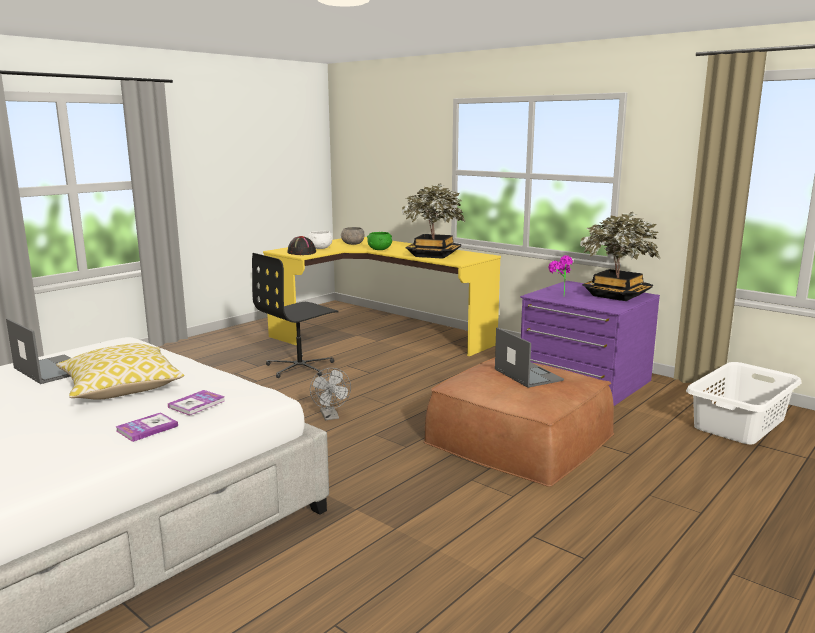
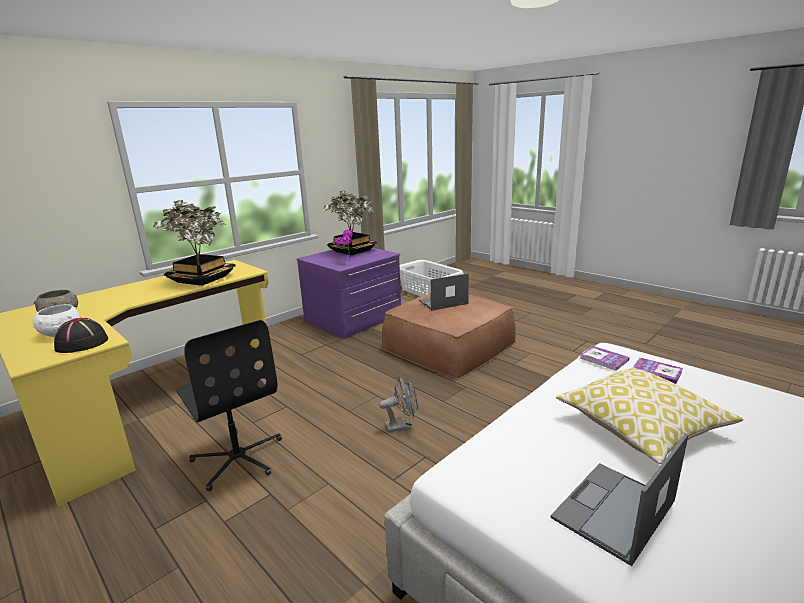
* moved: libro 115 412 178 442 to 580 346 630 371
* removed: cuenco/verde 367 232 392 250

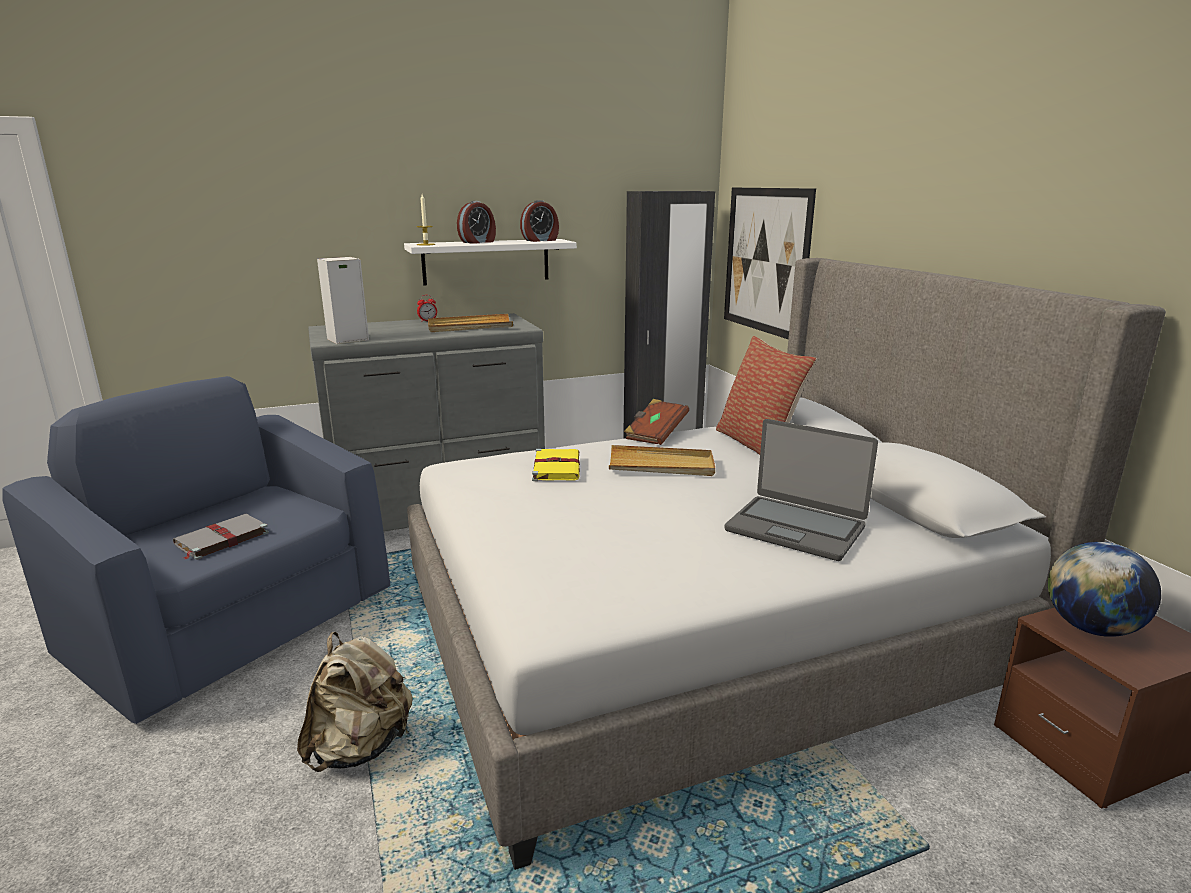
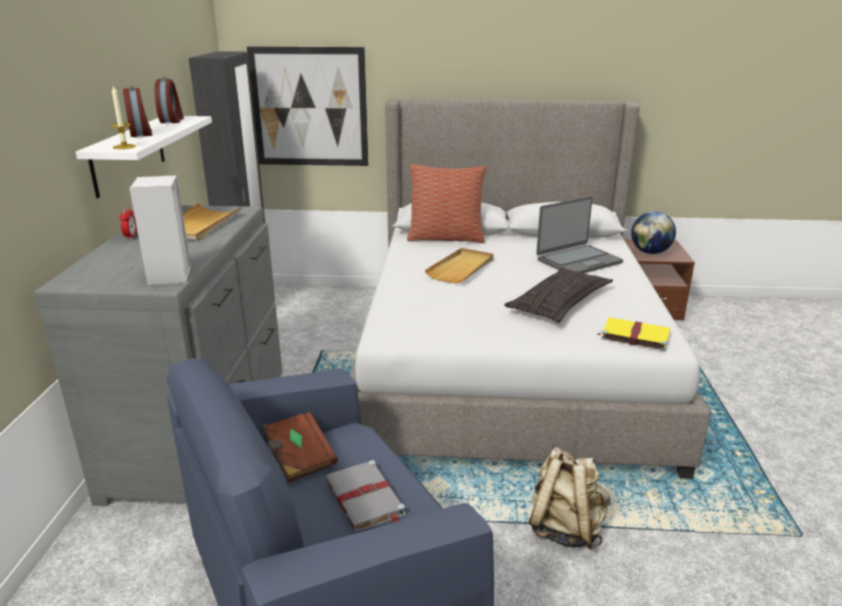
* moved: libro/amarillo 532 449 580 481 to 597 317 670 351
* moved: libro/marrón 624 399 689 445 to 263 412 338 482
* added: cojín 504 267 613 323

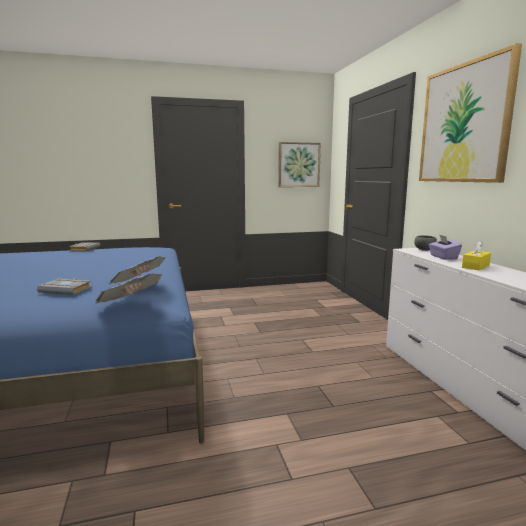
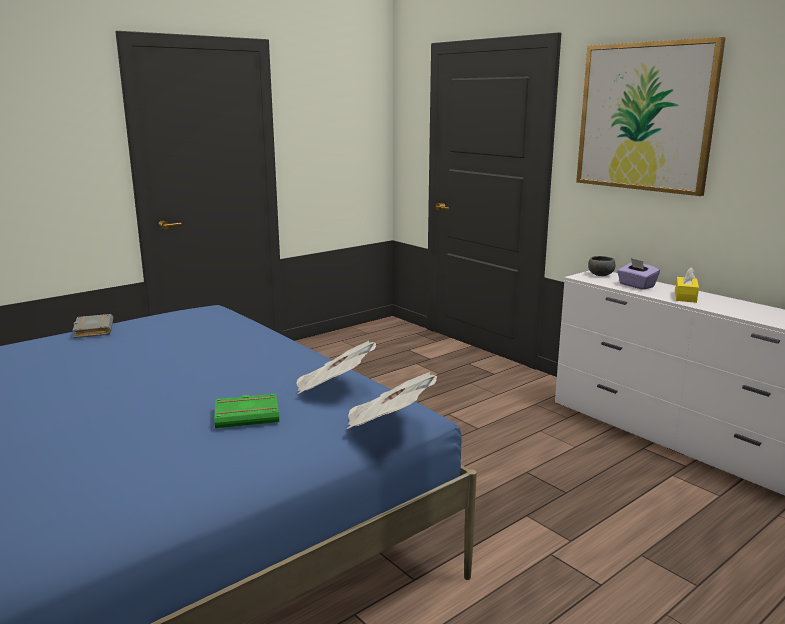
* recoloured: libro/gris 37 278 92 295 to libro/verde 214 394 279 428
* removed: cuadro 278 142 321 187

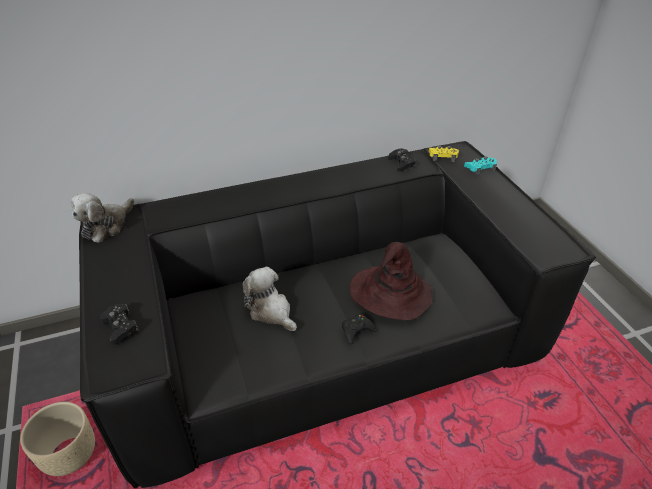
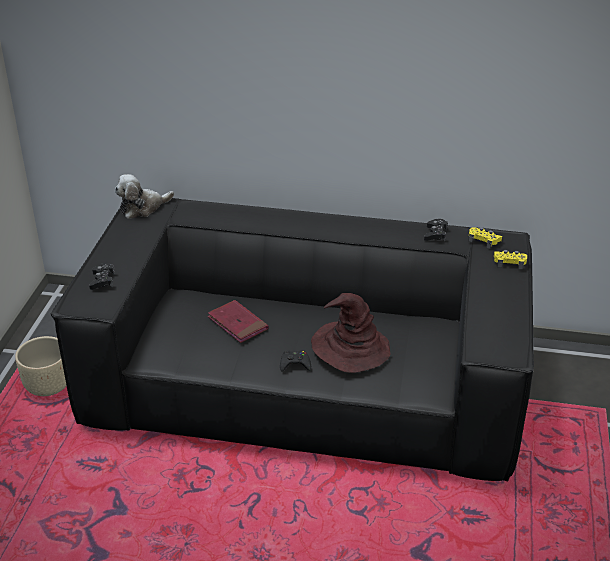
* replaced: peluche 243 267 297 331 to libro/rojo 208 300 268 343
* recoloured: mando de consola/turquesa 464 156 497 176 to mando de consola/amarillo 494 250 527 269

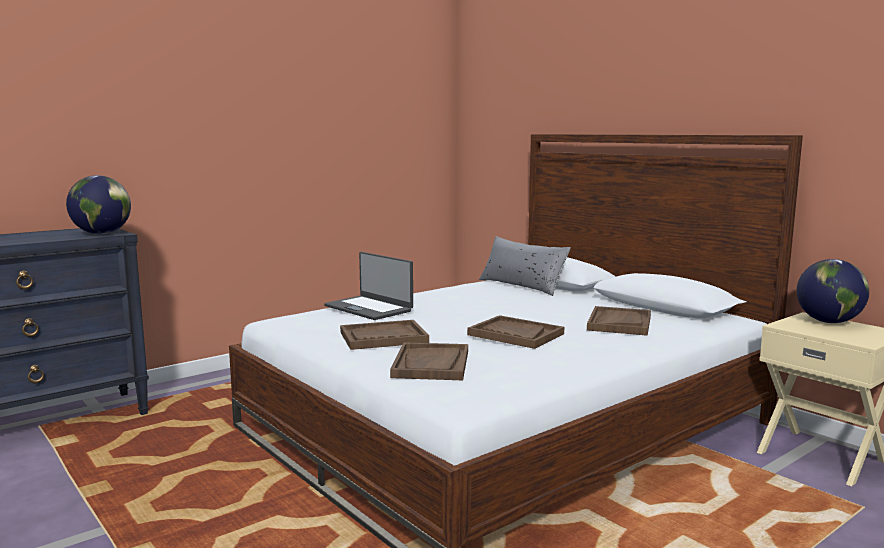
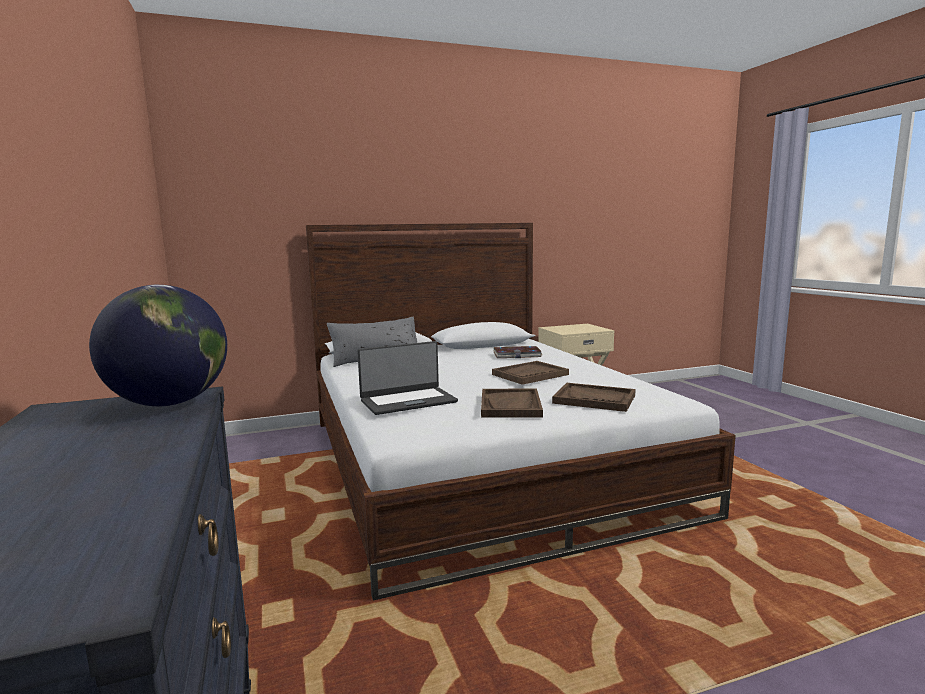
* replaced: bandeja/marrón 587 306 651 336 to libro 493 346 542 358
* removed: globo terráqueo 797 259 869 323

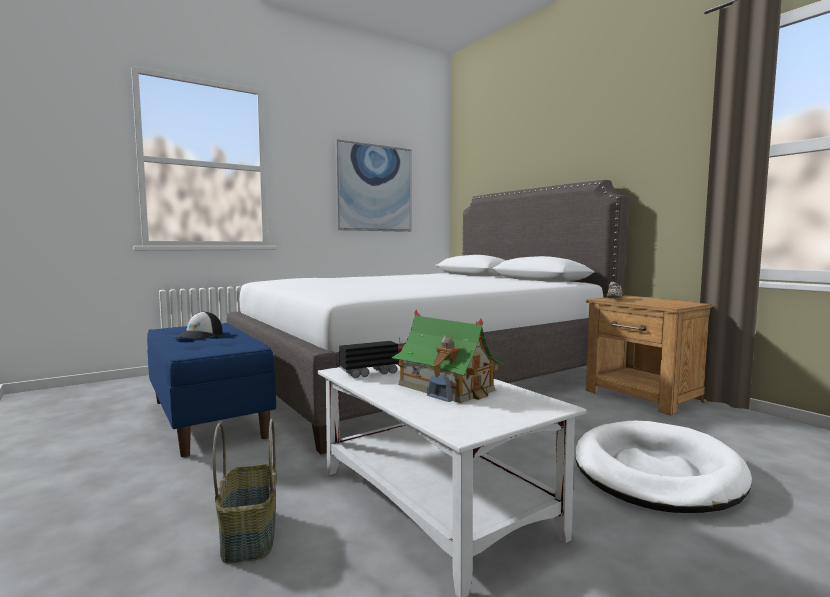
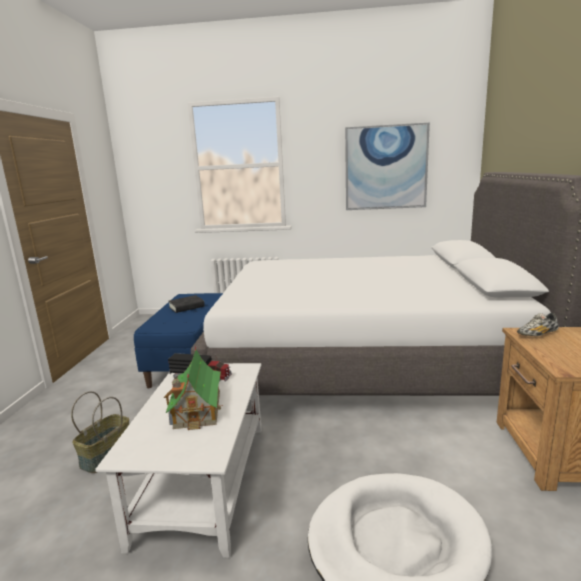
* replaced: gorra 173 311 223 339 to libro/negro 168 295 205 313

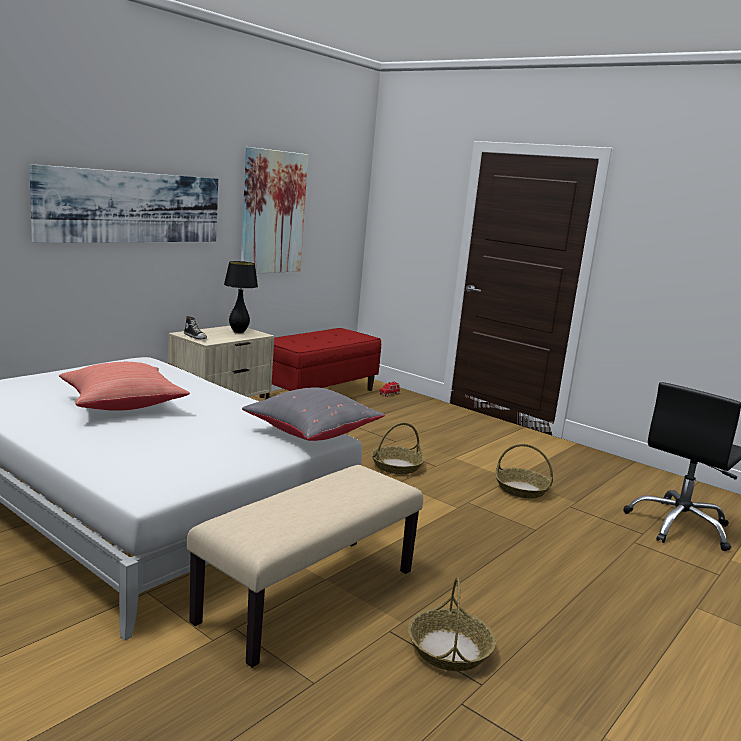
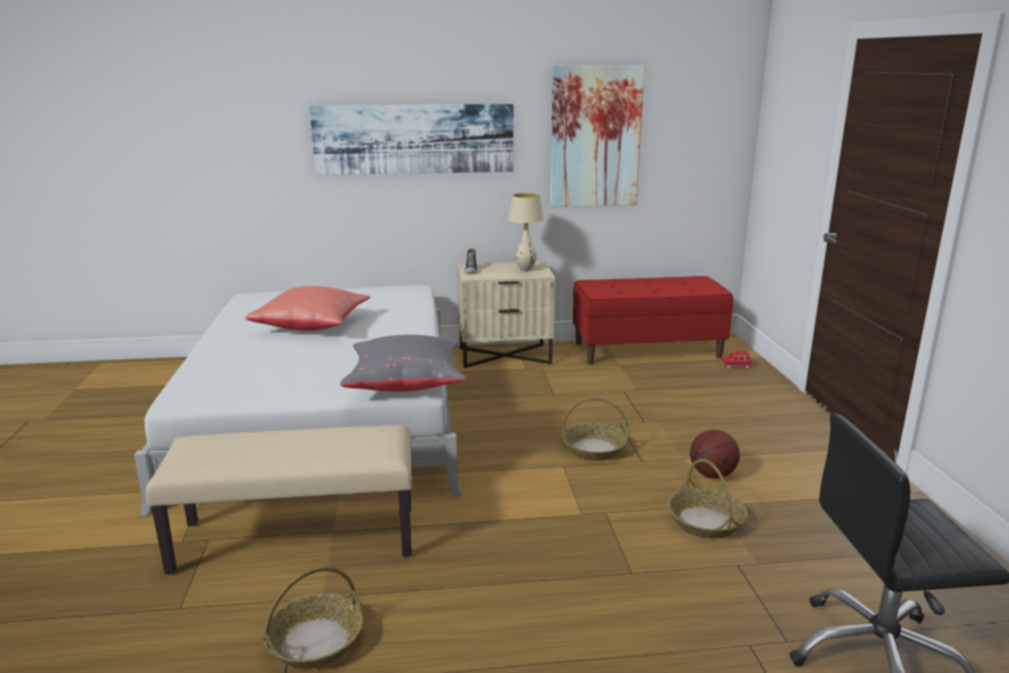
* recoloured: lámpara de mesa/negro 224 261 258 333 to lámpara de mesa/beis 508 193 544 271
* added: balón de baloncesto 690 430 740 478

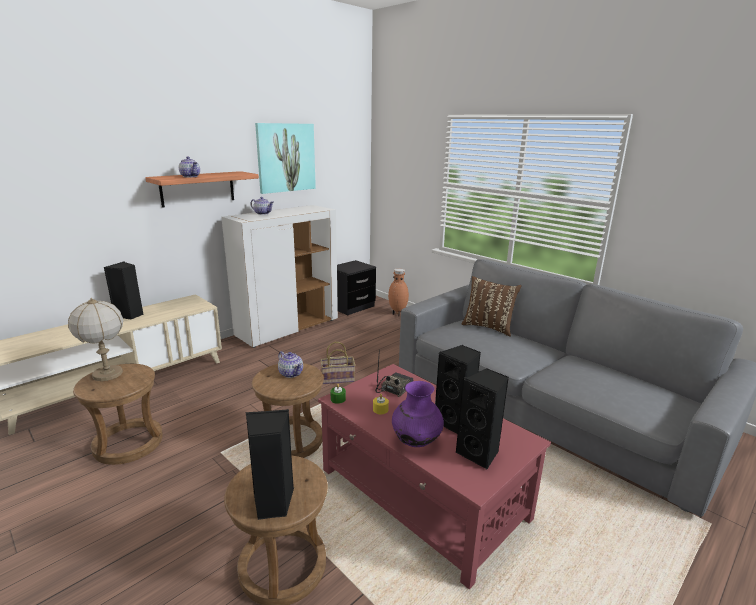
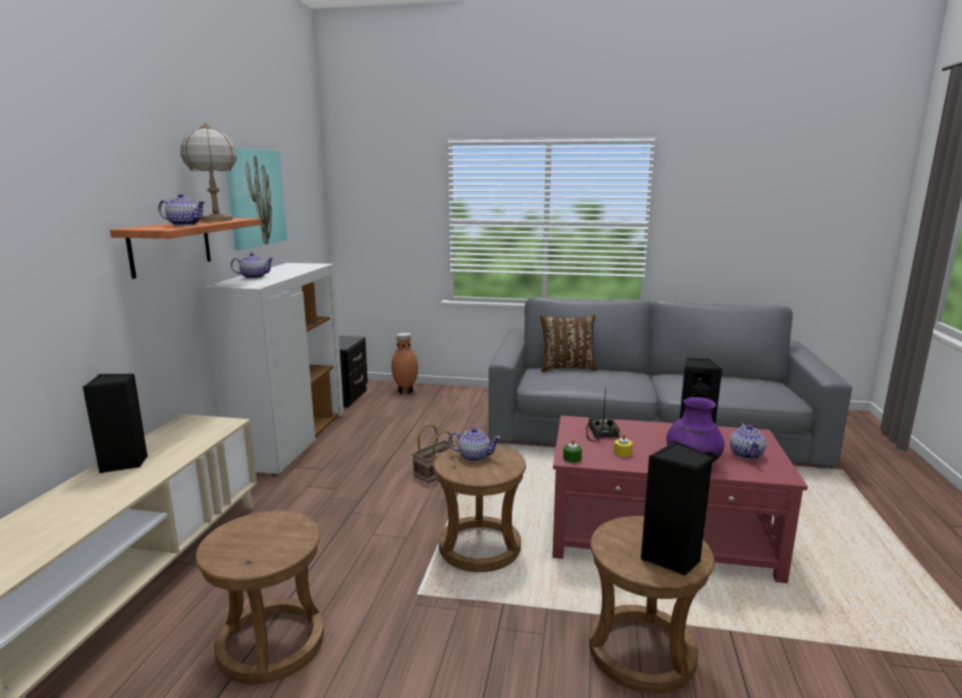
* moved: lámpara de mesa 68 298 123 381 to 181 123 237 221
* replaced: altavoz/negro 456 368 509 469 to tetera 730 423 766 459

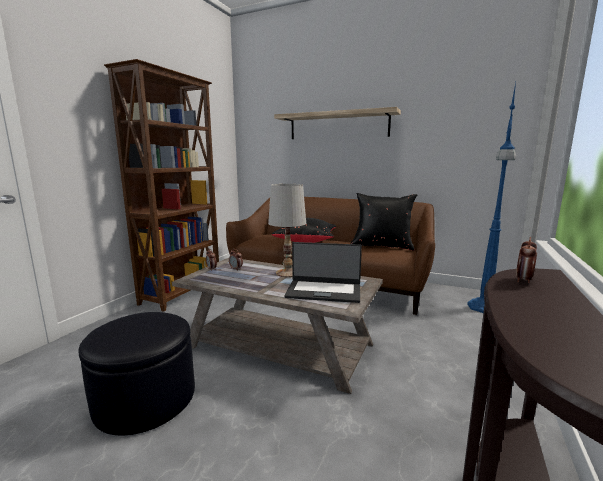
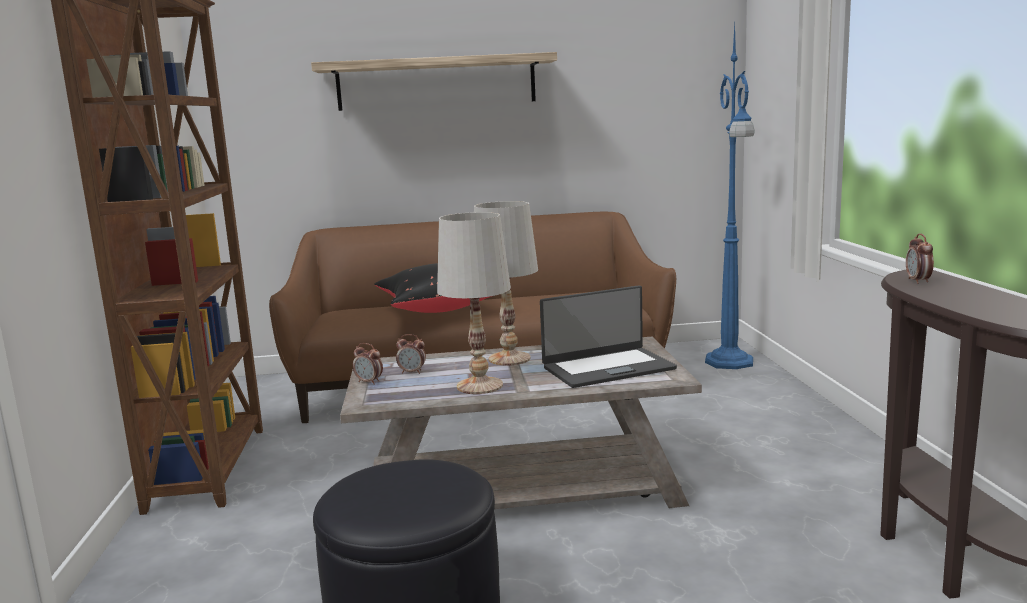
* removed: cojín/negro 351 193 417 251
* added: lámpara de mesa/blanco 437 212 511 394

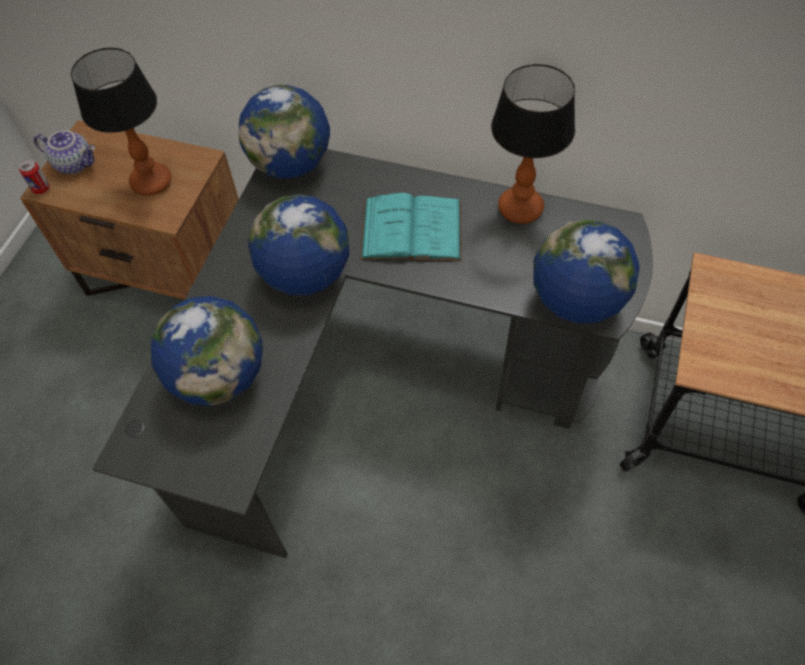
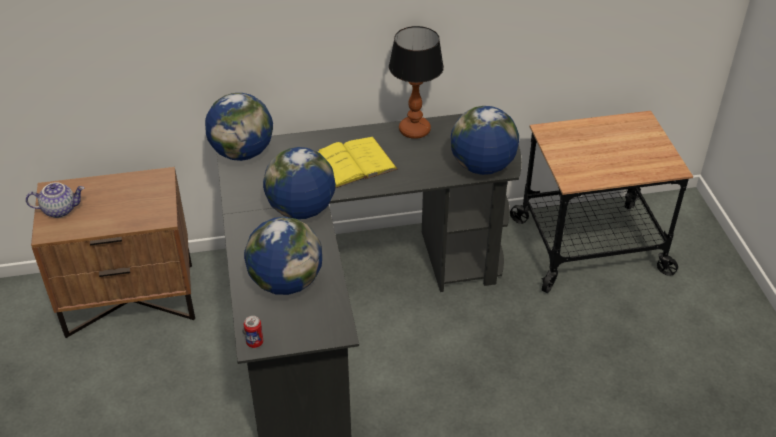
* moved: lata 19 160 50 194 to 244 316 263 348
* removed: lámpara de mesa 71 48 171 196
* recoloured: libro/turquesa 360 193 462 261 to libro/amarillo 318 137 398 188

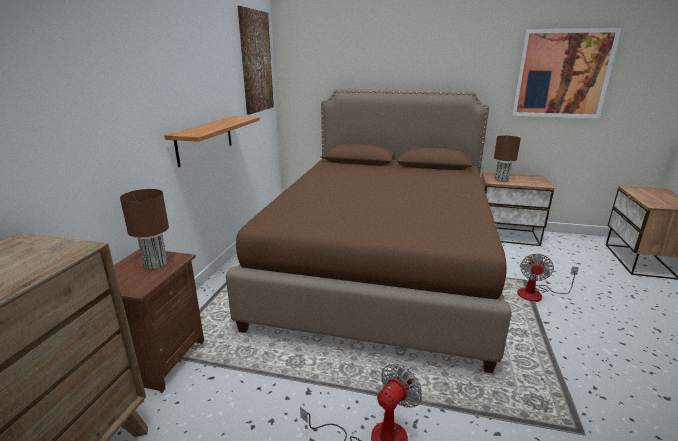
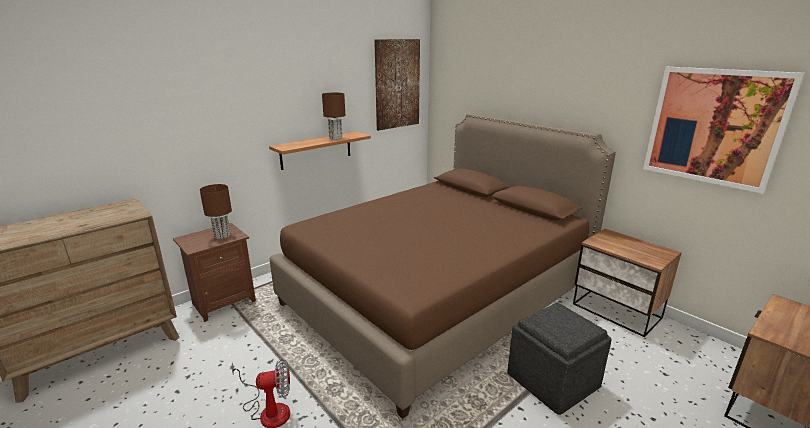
* moved: lámpara de mesa/marrón 494 136 521 182 to 322 93 345 140
* replaced: ventilador 517 253 579 302 to puf/gris 507 302 612 415

